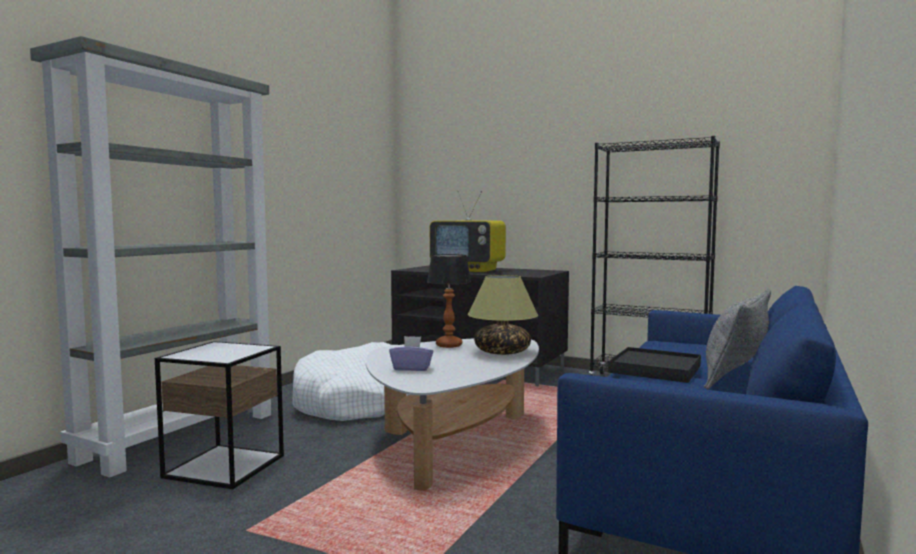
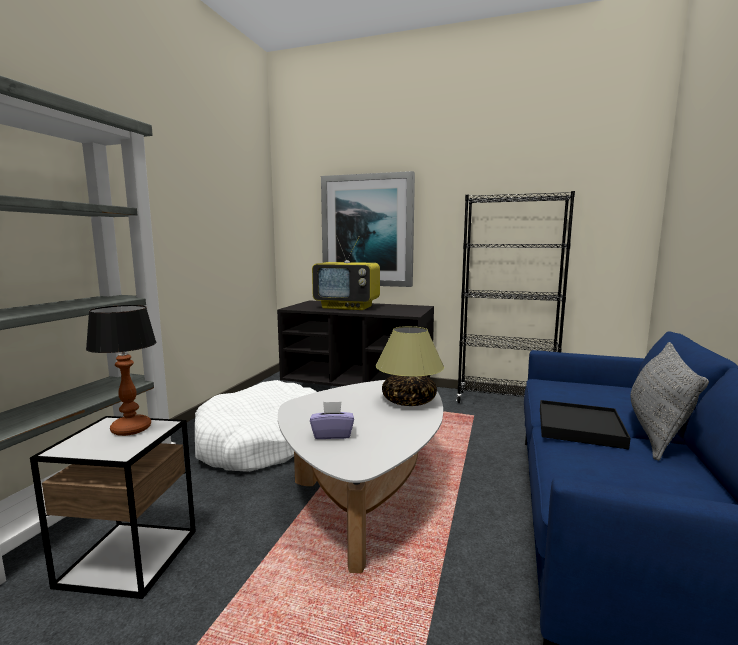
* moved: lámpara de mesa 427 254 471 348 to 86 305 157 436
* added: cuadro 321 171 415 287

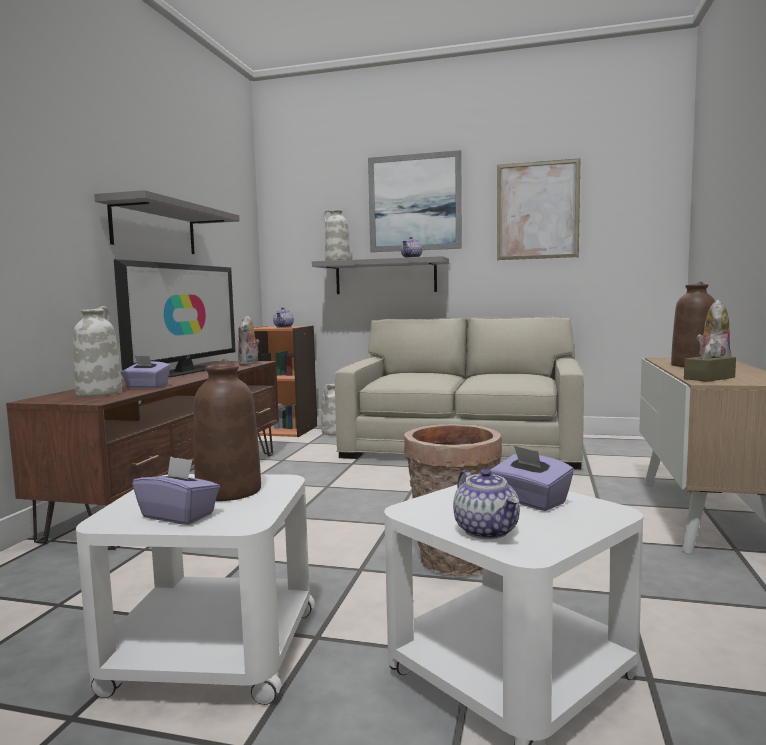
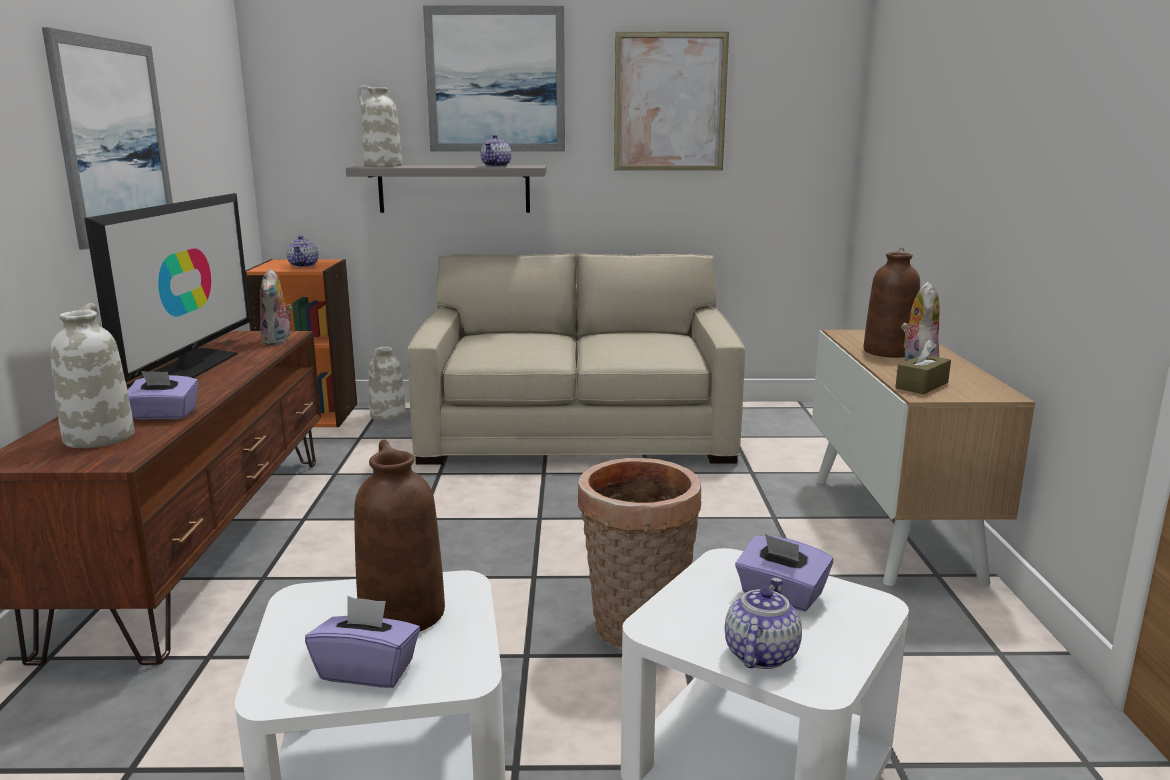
* replaced: estante/gris 94 190 240 254 to cuadro 42 27 173 249
* turned: tetera 453 469 520 539 = 725 578 802 669 120 degrees counterclockwise

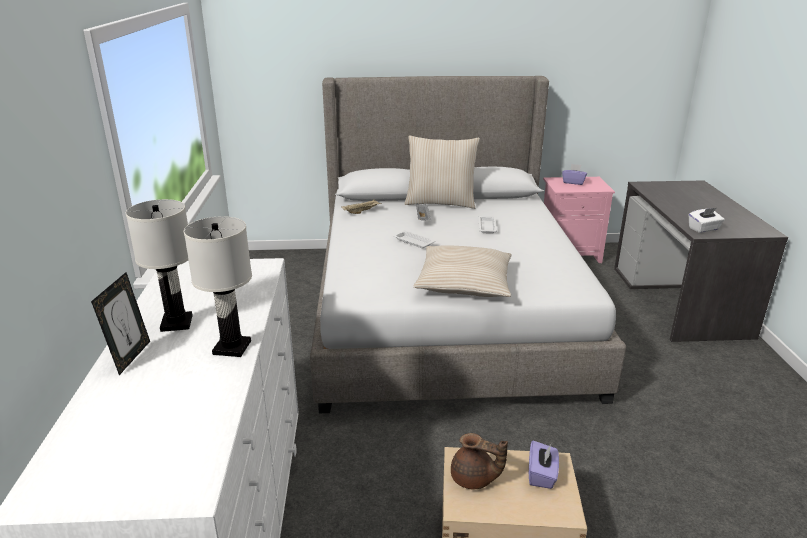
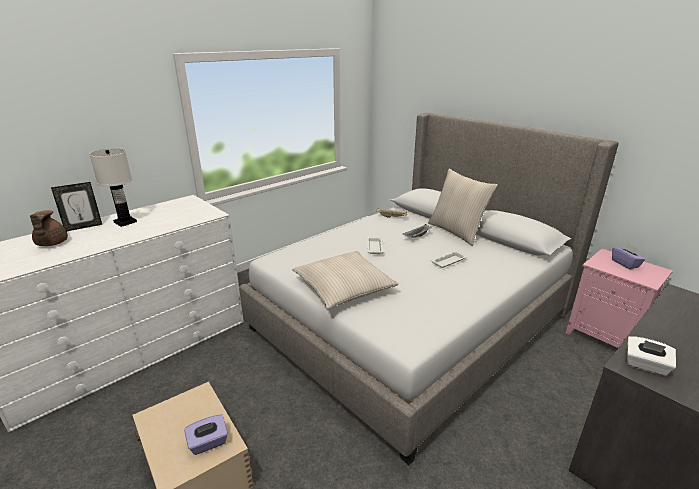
* removed: lámpara de mesa/blanco 184 216 252 357
* moved: tetera/marrón 451 433 508 489 to 30 210 68 246

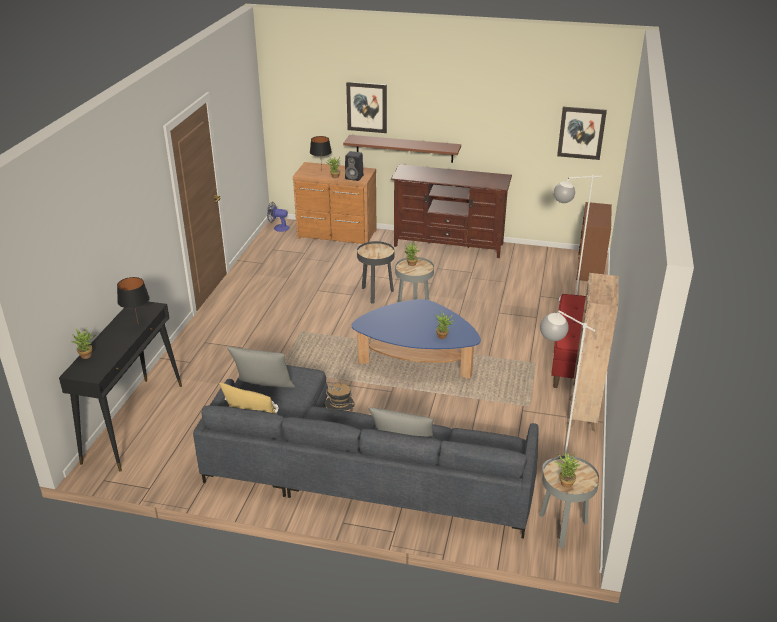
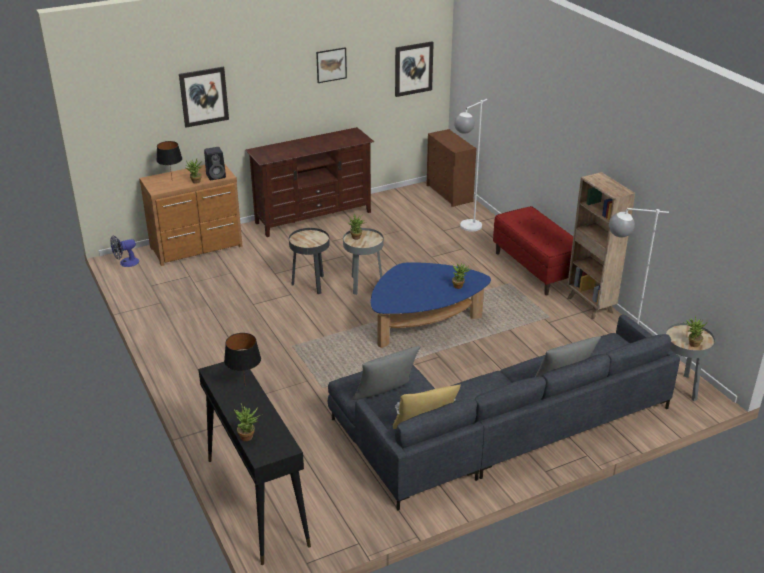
* removed: sombrero 325 380 355 411
* removed: estante/marrón 343 135 461 163
* added: cuadro 316 47 347 83

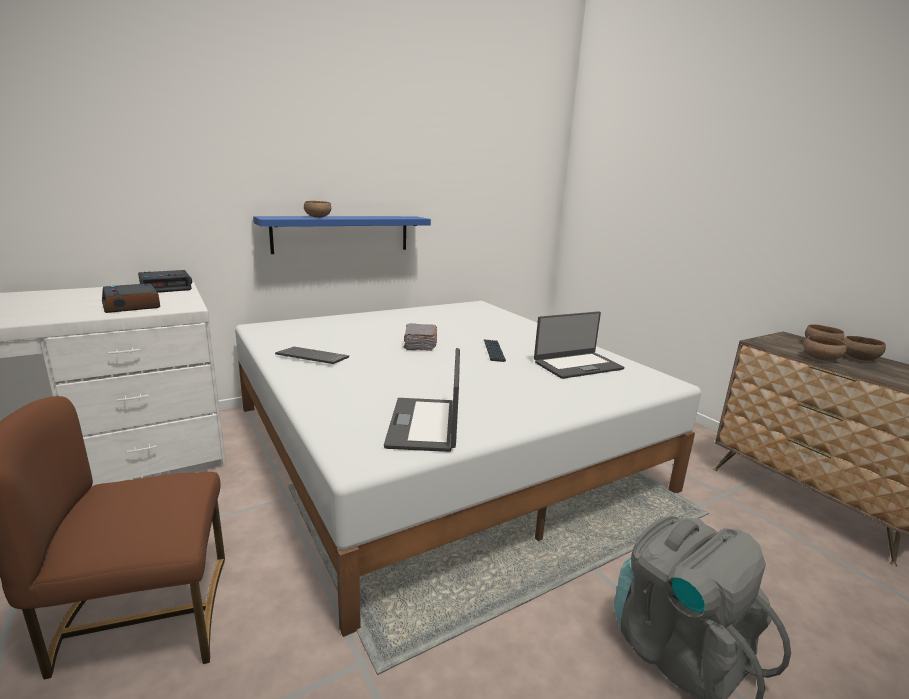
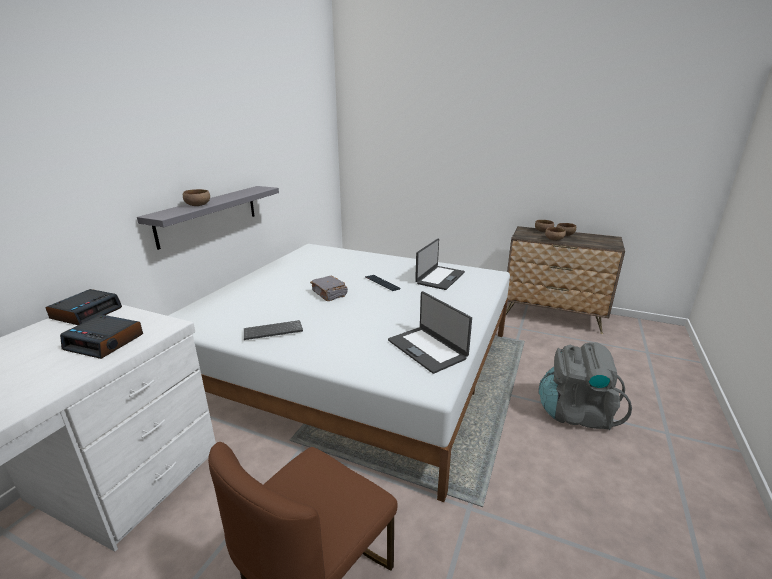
* recoloured: estante/azul 253 216 431 254 to estante/gris 137 186 279 250

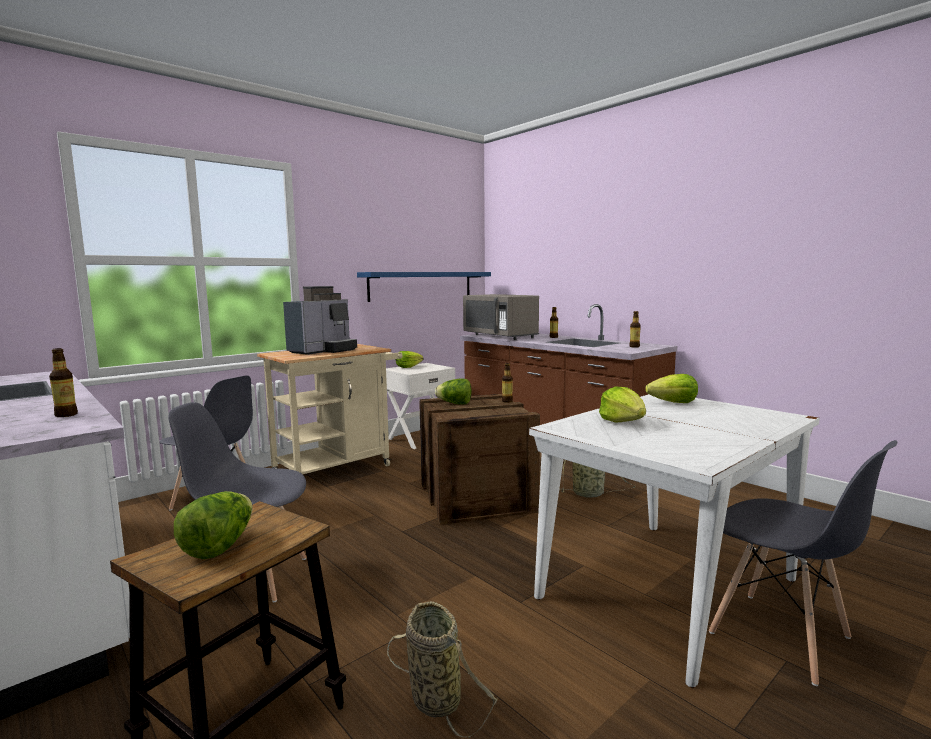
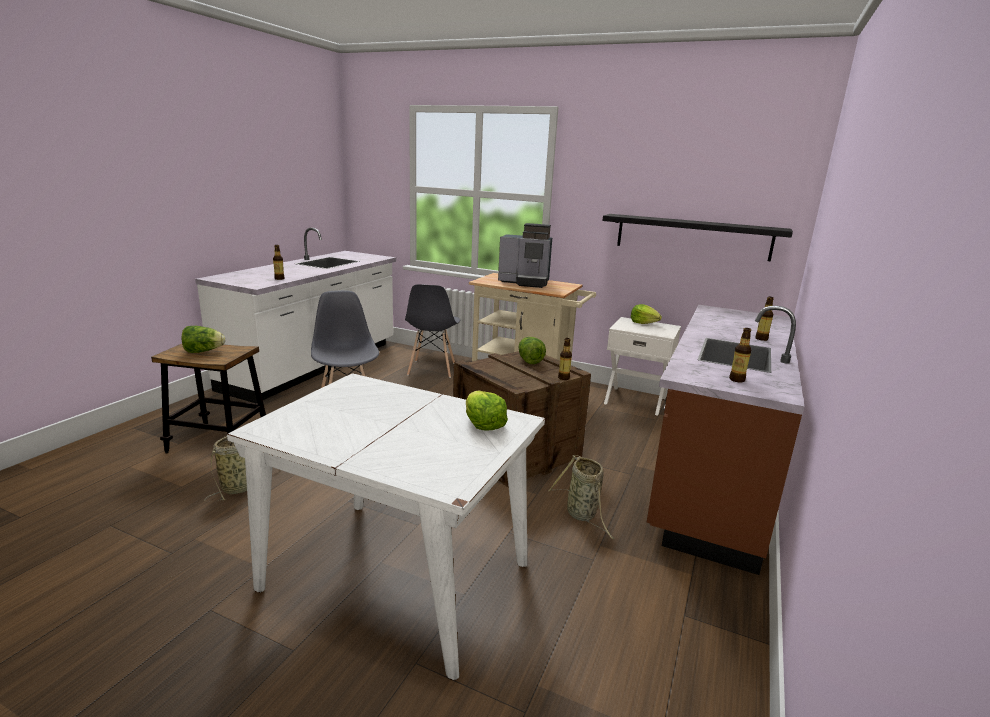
* recoloured: estante/azul 357 272 491 302 to estante/negro 602 214 793 262
* removed: microondas/gris 463 294 539 340
* removed: lechuga 599 387 646 423
* removed: silla/gris 709 440 897 686

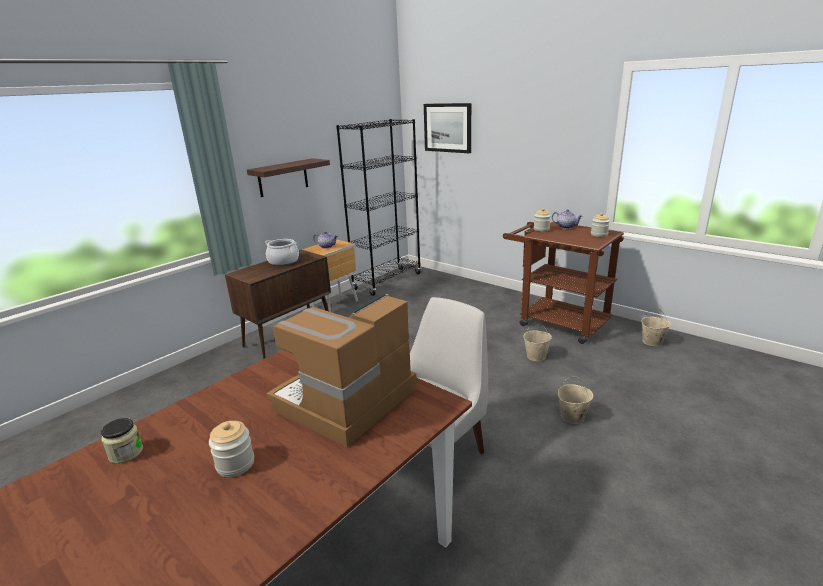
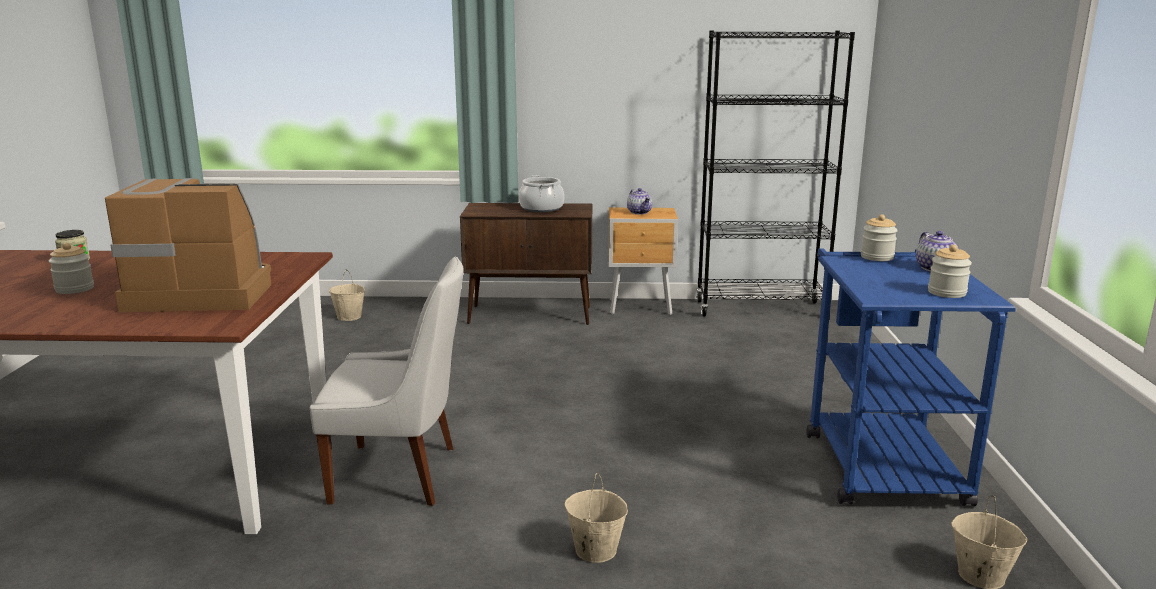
* removed: estante 247 158 330 197
* removed: cuadro 424 103 471 153
* recoloured: carrito/marrón 503 222 624 344 to carrito/azul 806 248 1016 506
* moved: cubo/beis 524 322 552 361 to 329 269 365 321

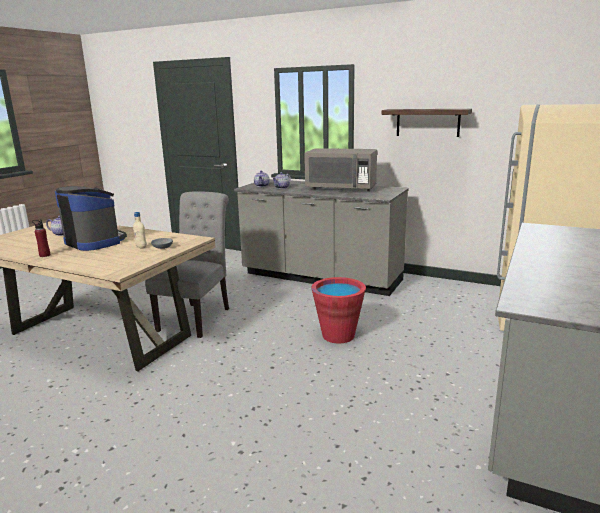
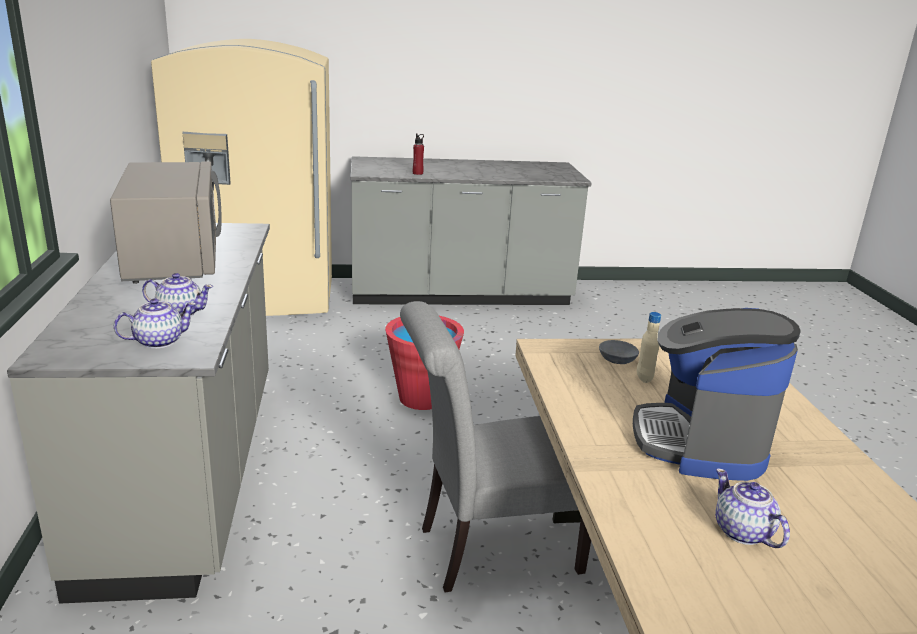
* moved: botella/rojo 32 219 50 257 to 413 133 424 175
* removed: estante 382 109 472 137

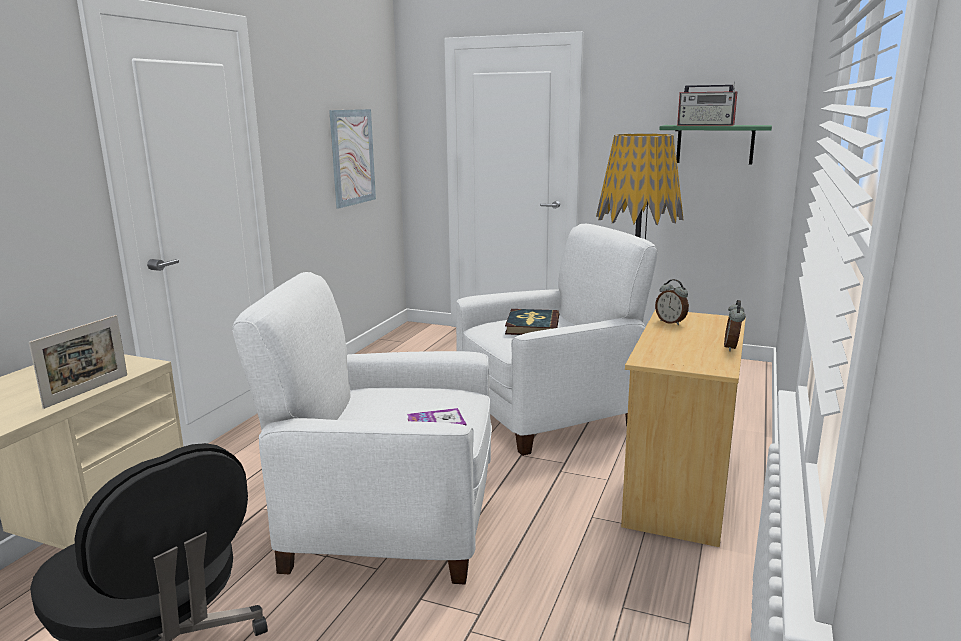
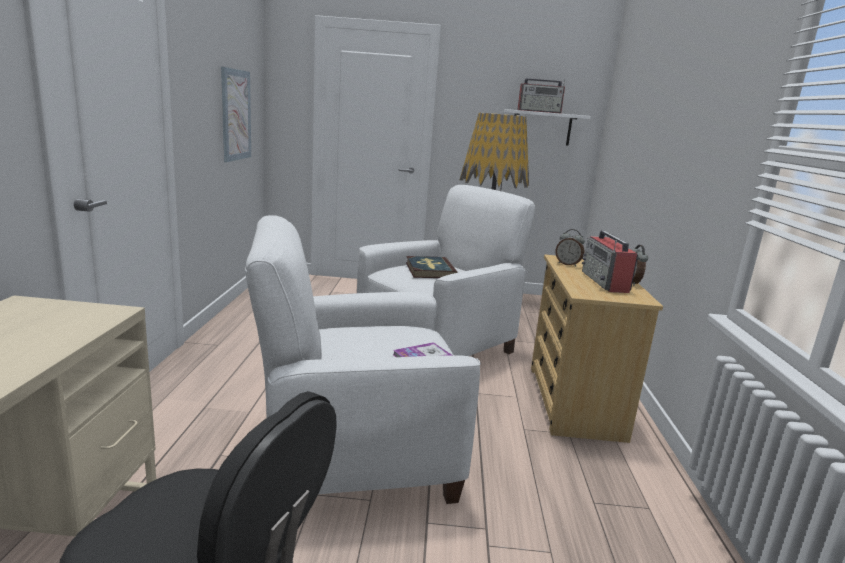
* removed: portarretratos 29 315 127 409
* recoloured: estante/verde 659 125 772 165 to estante/blanco 504 109 591 145
* added: radio 582 230 638 293

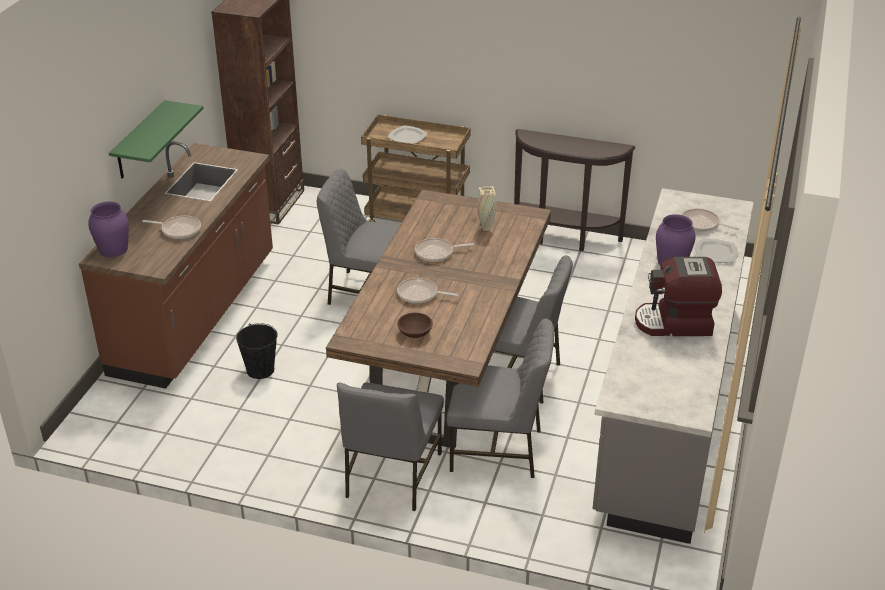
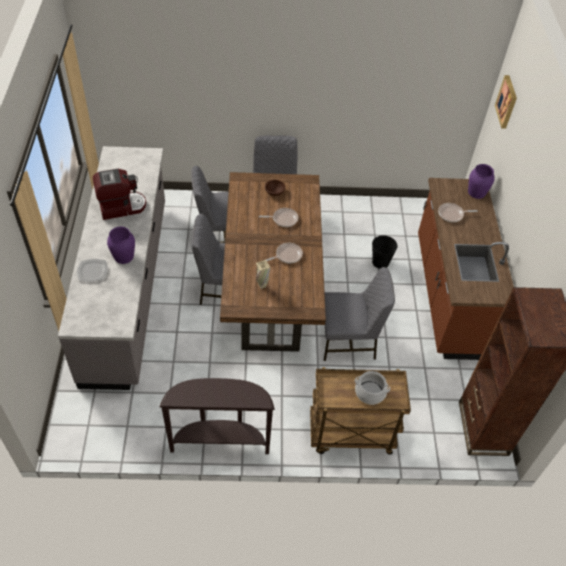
* removed: estante/verde 109 100 203 179
* replaced: plato 387 125 428 144 to olla 355 371 390 405
* removed: sartén 682 208 739 232
* added: cuadro 495 75 517 129

